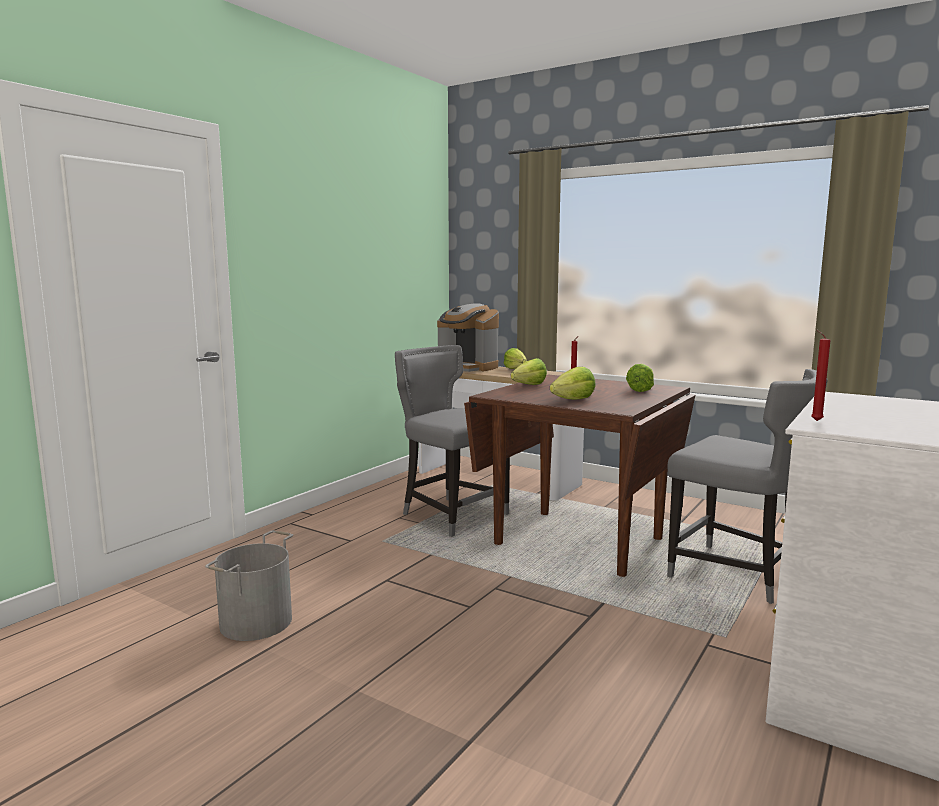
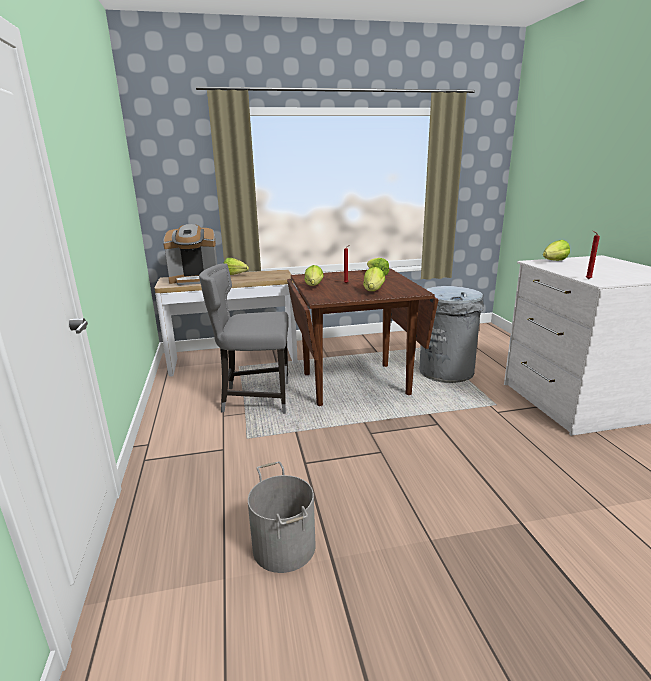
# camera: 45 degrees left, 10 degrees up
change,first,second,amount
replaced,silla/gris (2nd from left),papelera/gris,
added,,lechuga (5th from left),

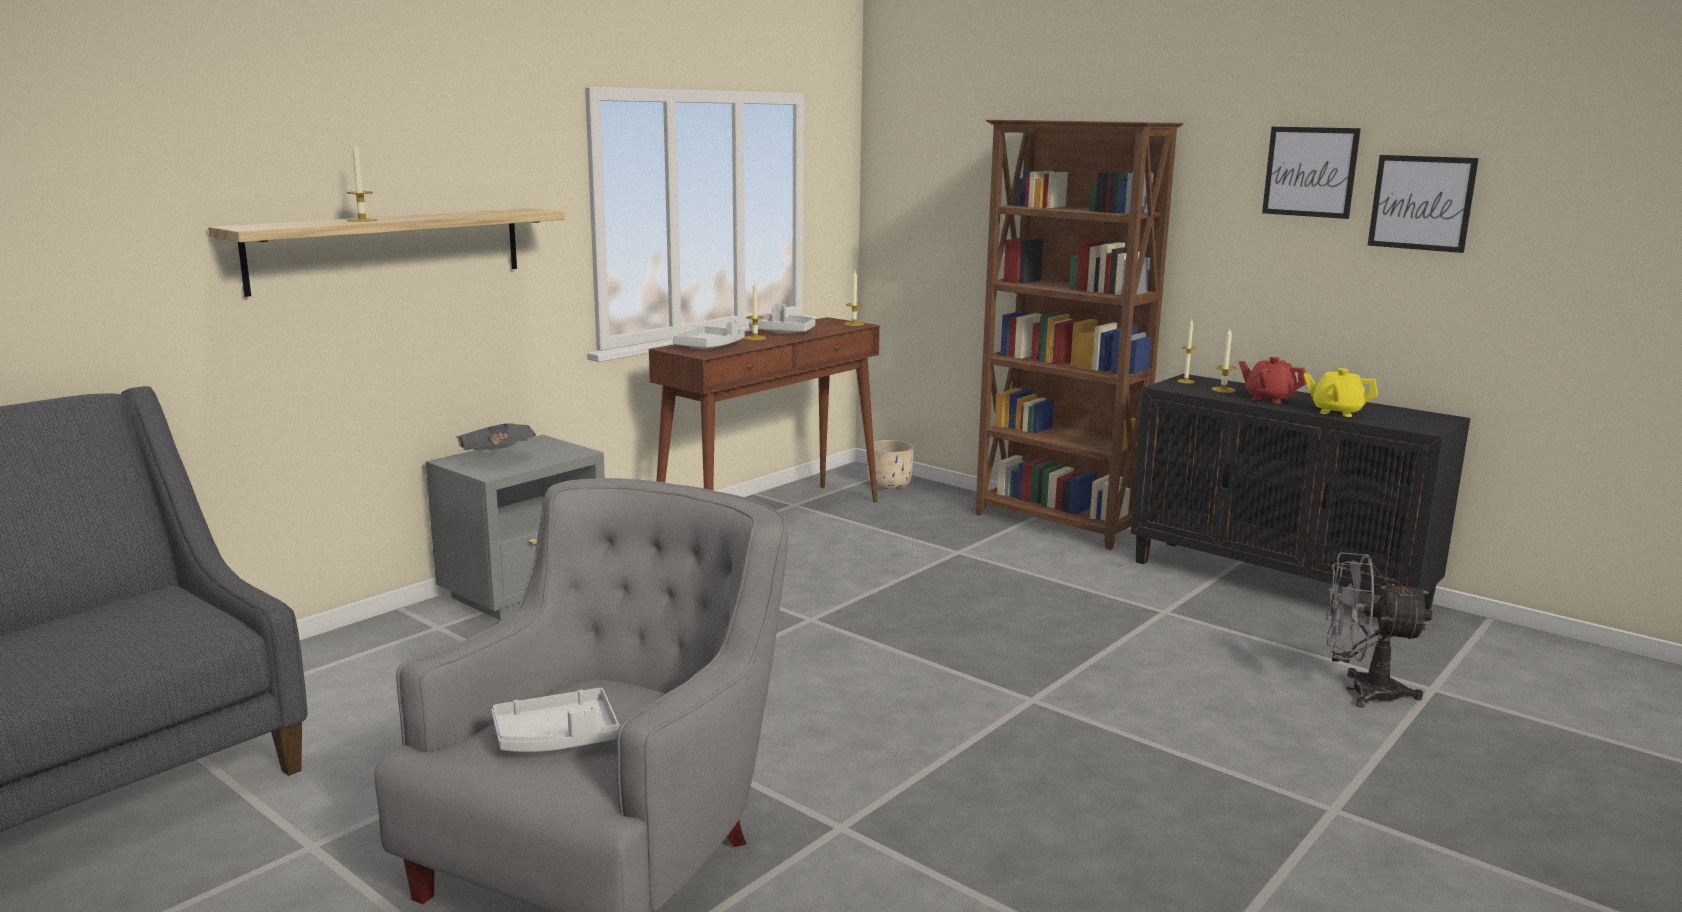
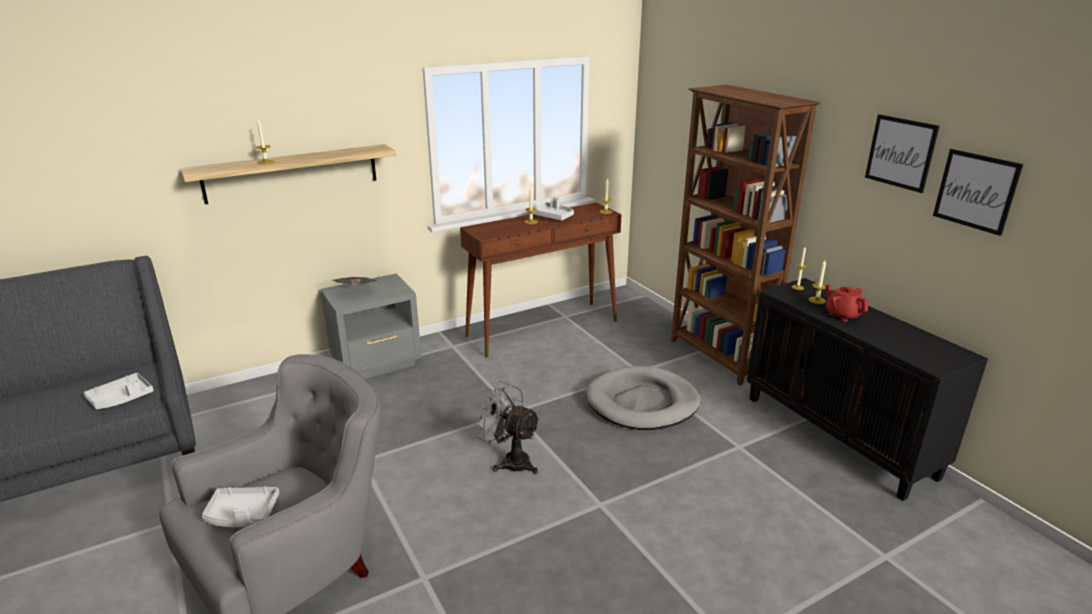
# camera: 20 degrees right, 10 degrees up
change,first,second,amount
moved,bandeja/gris (2nd from left in the first image),bandeja/gris (1st from left),
removed,maceta/beis,,
removed,tetera/amarillo,,
moved,ventilador/gris,,
added,,cama para perro/gris,

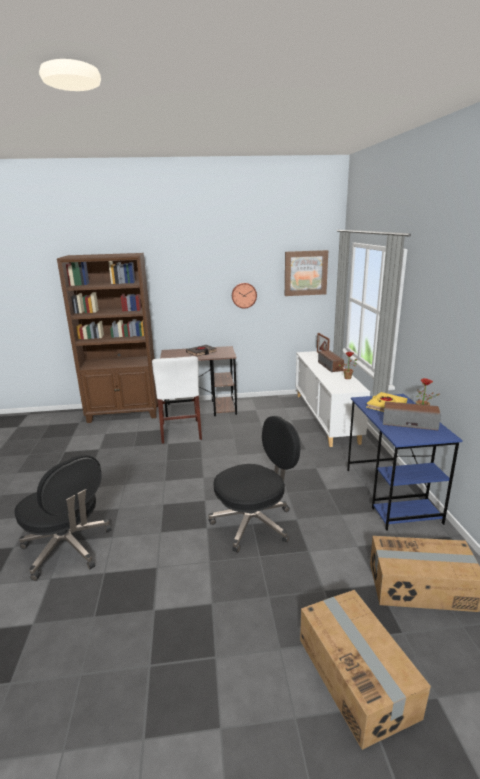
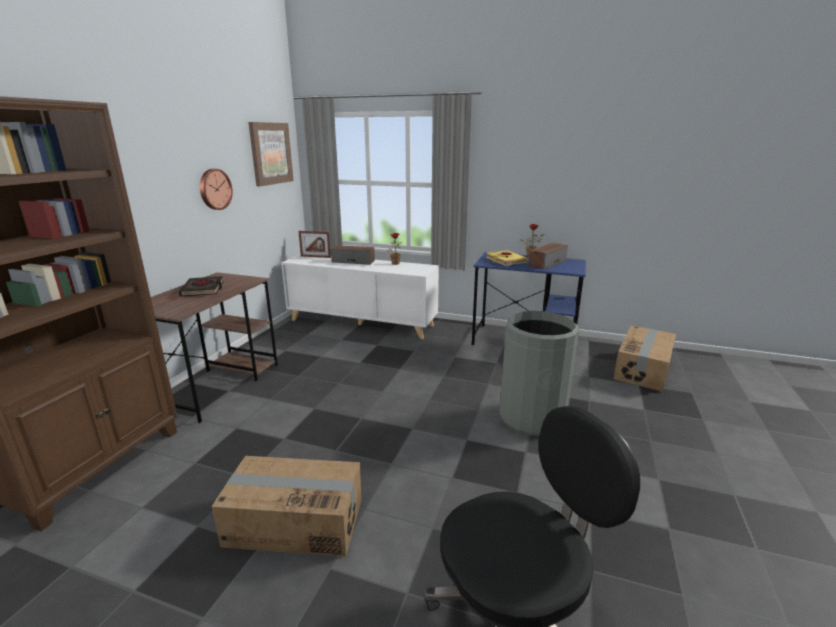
# camera: 65 degrees left, 0 degrees up
change,first,second,amount
removed,silla/blanco,,
replaced,silla de oficina/negro (2nd from left),papelera/gris,
moved,caja de cartón (1st from left),,

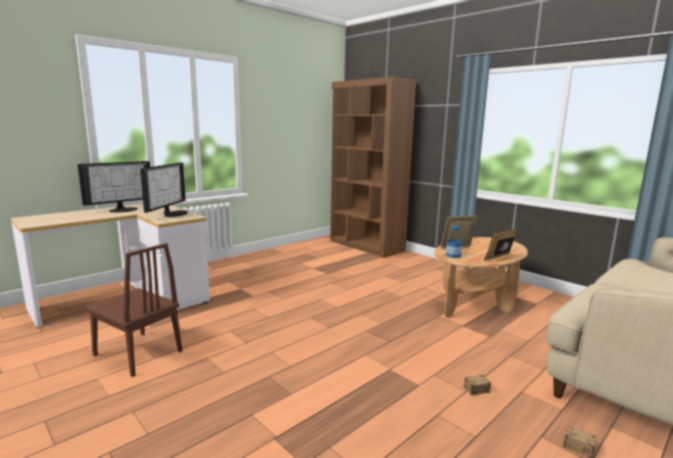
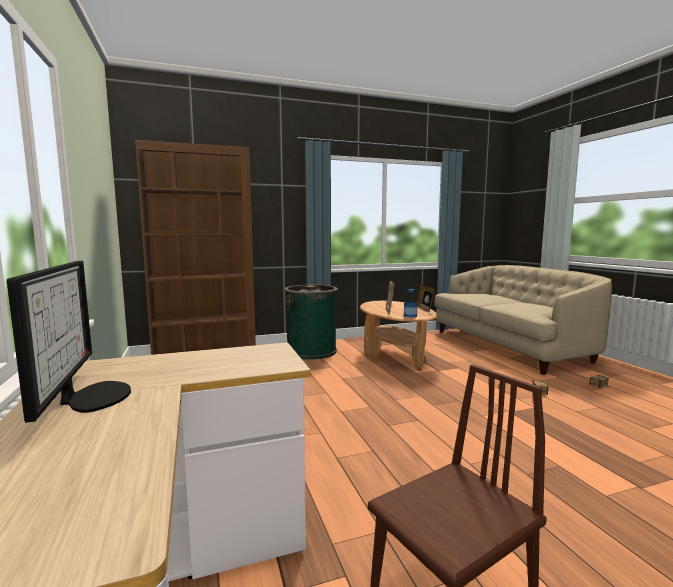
# camera: 65 degrees left, 5 degrees down
change,first,second,amount
removed,monitor (2nd from left),,
added,,papelera/verde,

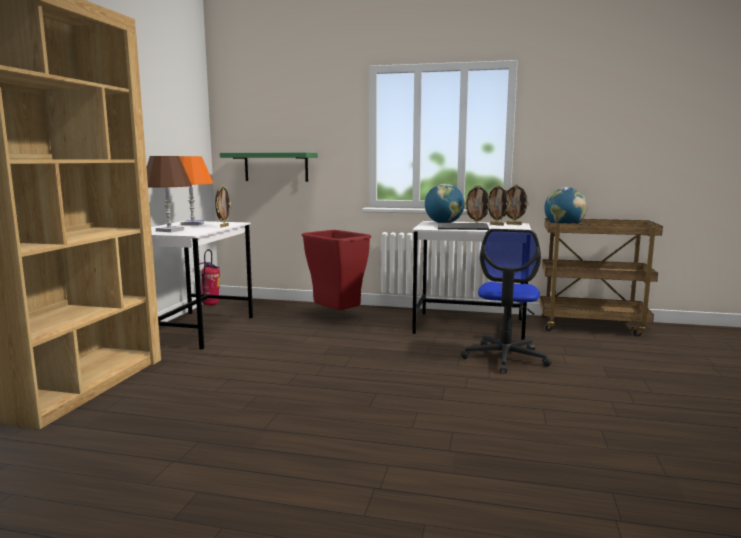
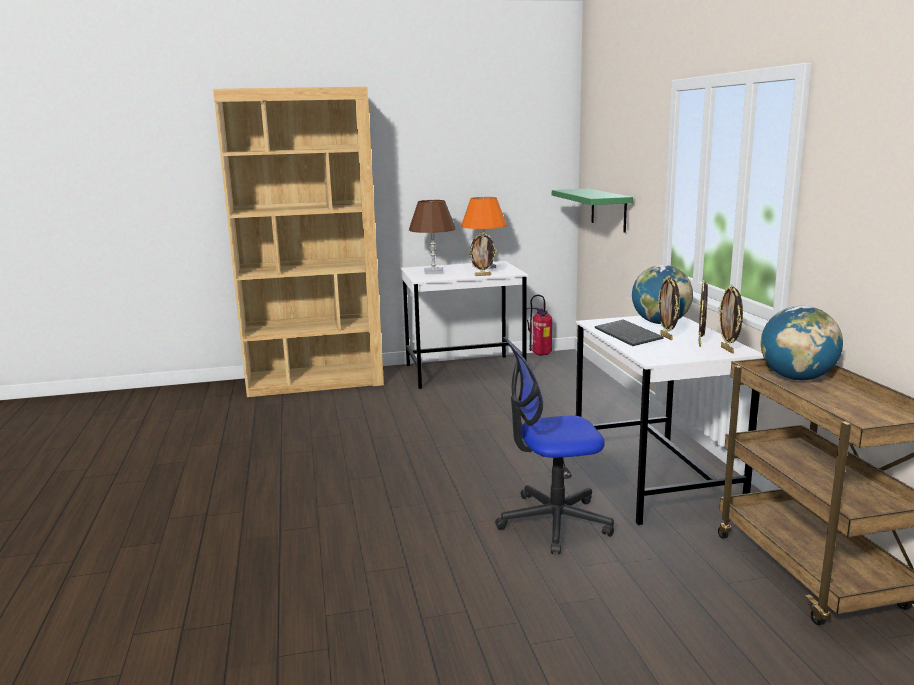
# camera: 65 degrees right, 5 degrees up
change,first,second,amount
removed,papelera/rojo,,

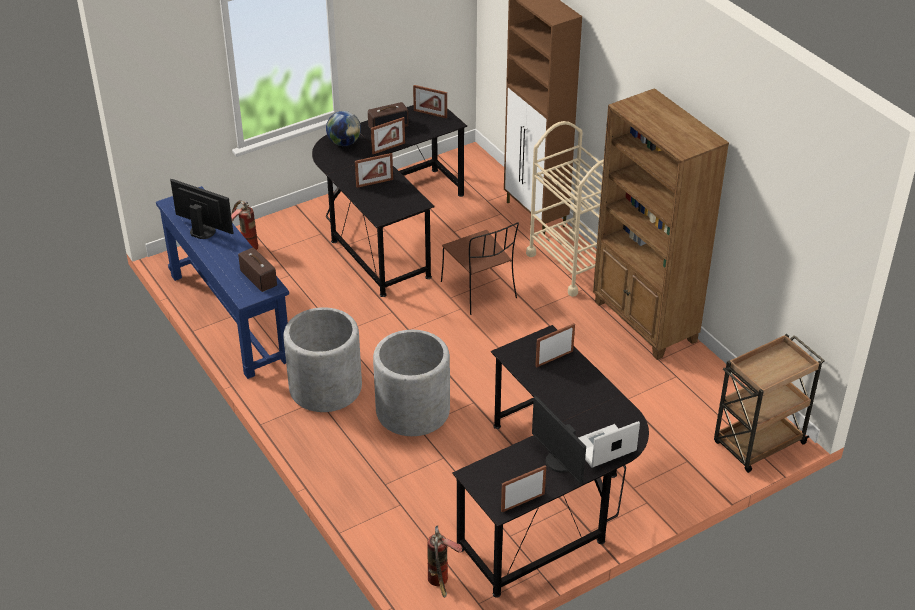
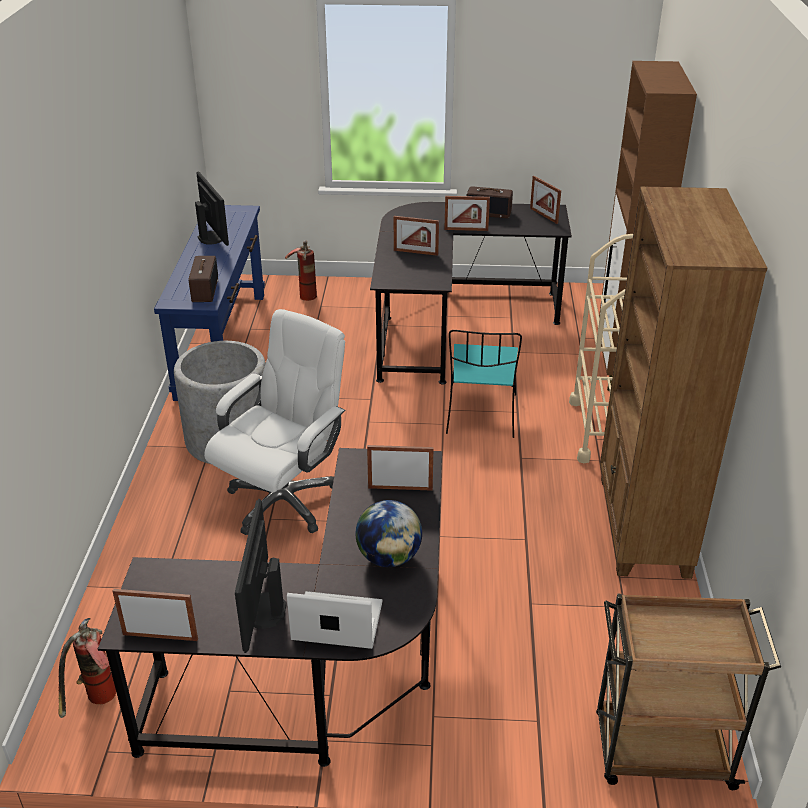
# camera: 35 degrees right, 5 degrees down
change,first,second,amount
moved,globo terráqueo,,
replaced,maceta/gris (2nd from left),silla de oficina/blanco,
recoloured,silla/marrón,silla/turquesa,

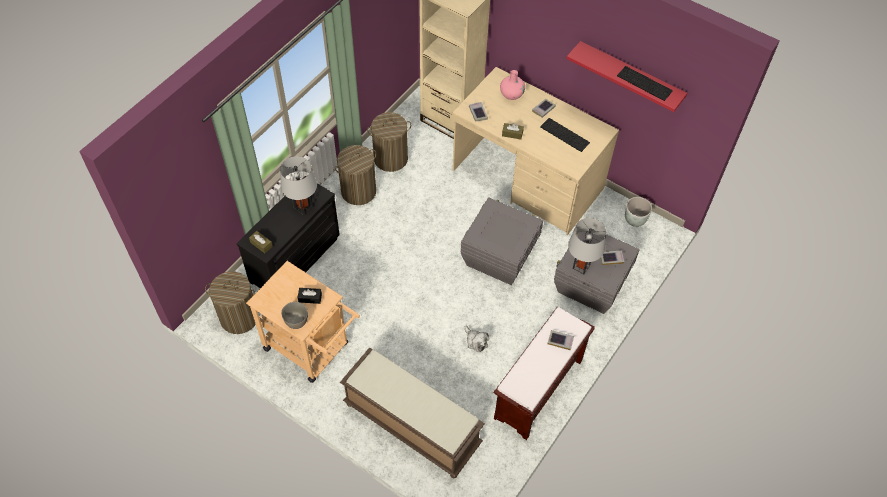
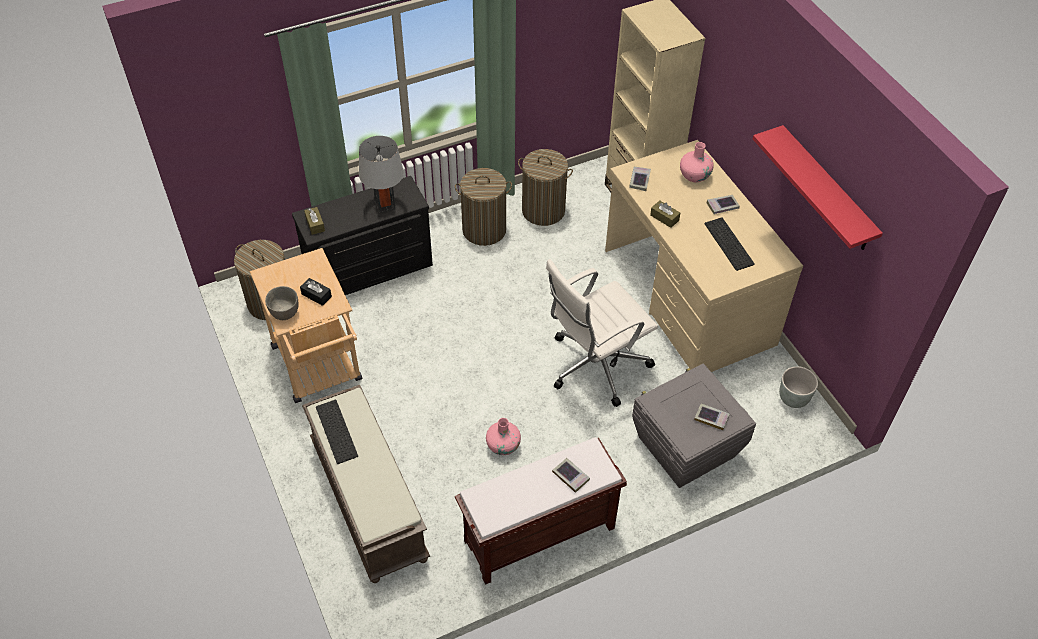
# camera: 30 degrees right, 5 degrees down
change,first,second,amount
replaced,caja de almacenaje/gris (1st from left),silla de oficina/blanco,
replaced,peluche,florero/rosa (1st from left),
removed,lámpara de mesa/gris (2nd from left),,
moved,teclado (2nd from left in the first image),teclado (1st from left),

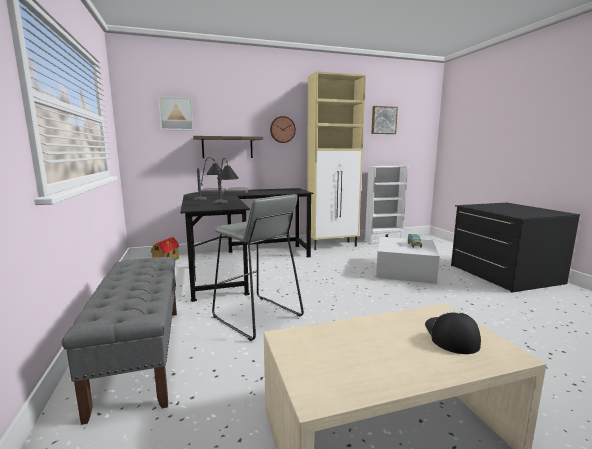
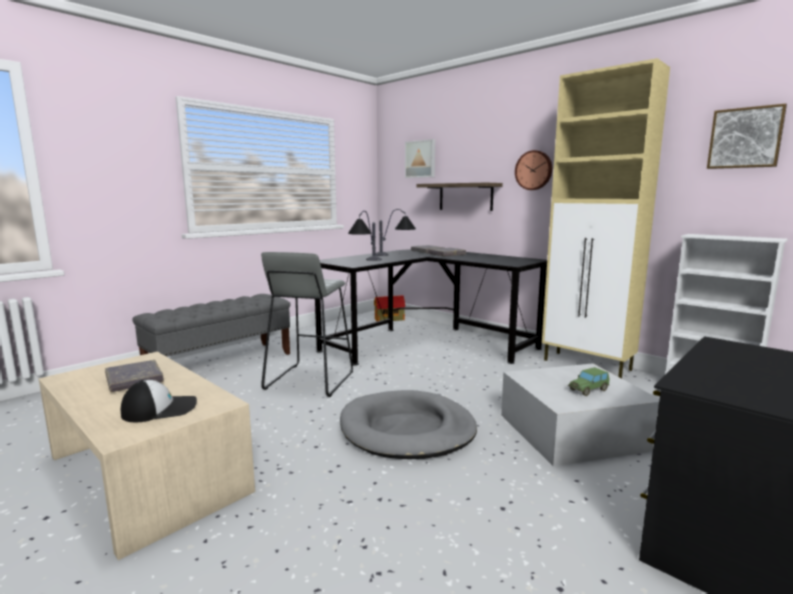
# camera: 60 degrees right, 0 degrees up
change,first,second,amount
added,,libro/gris (1st from left),
added,,cama para perro/gris,

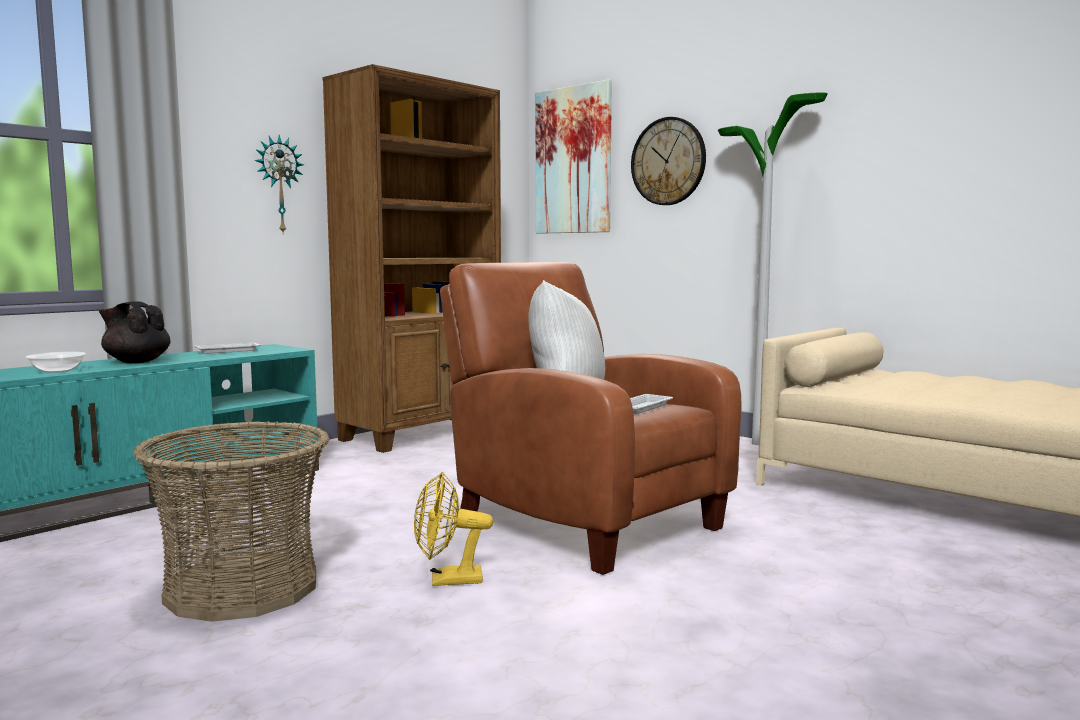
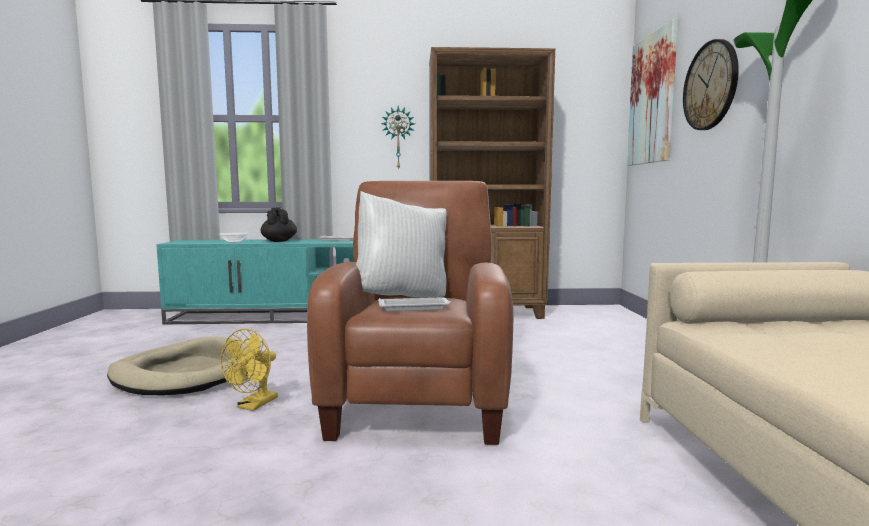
# camera: 45 degrees right, 0 degrees up
change,first,second,amount
replaced,cesta,cama para perro/beis,
turned,ventilador/amarillo,,105 degrees counterclockwise

